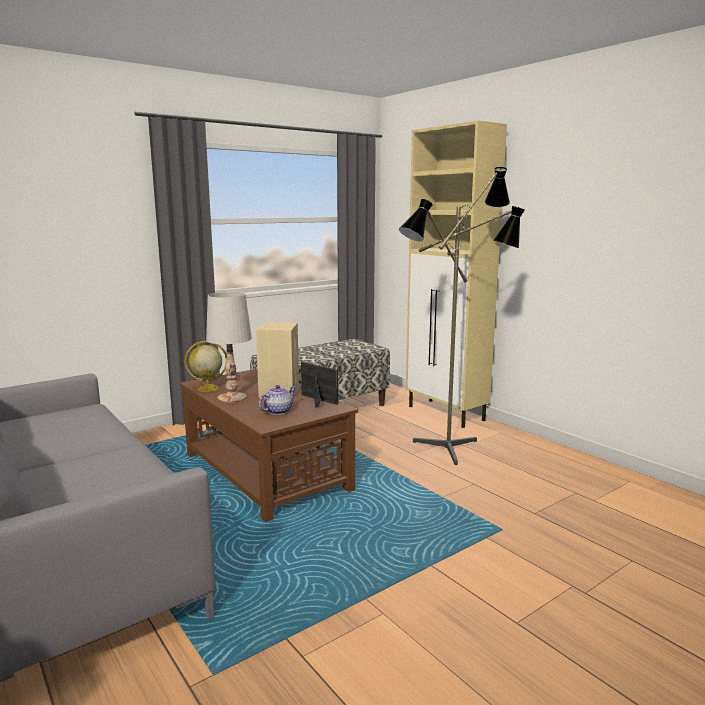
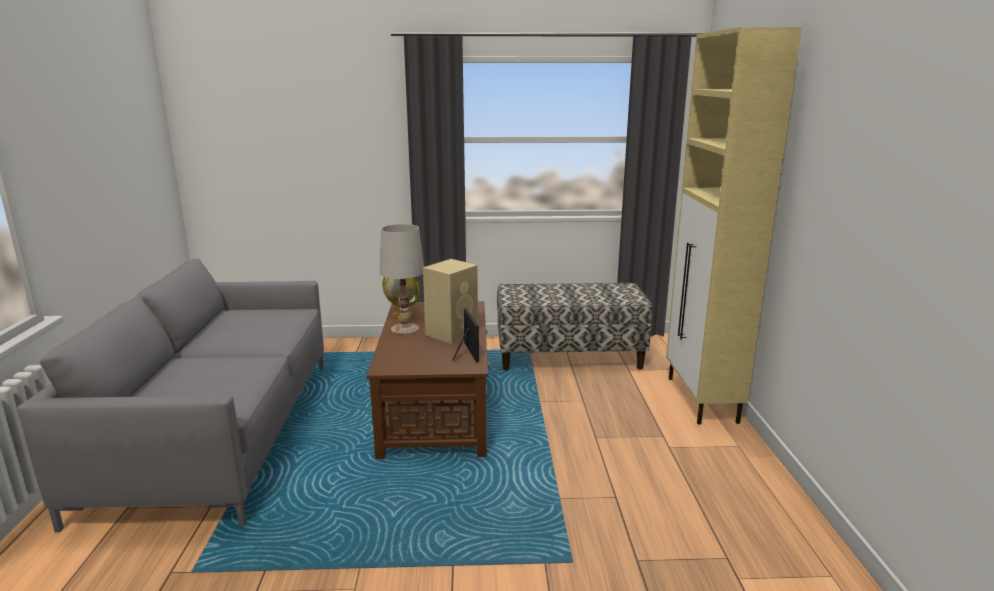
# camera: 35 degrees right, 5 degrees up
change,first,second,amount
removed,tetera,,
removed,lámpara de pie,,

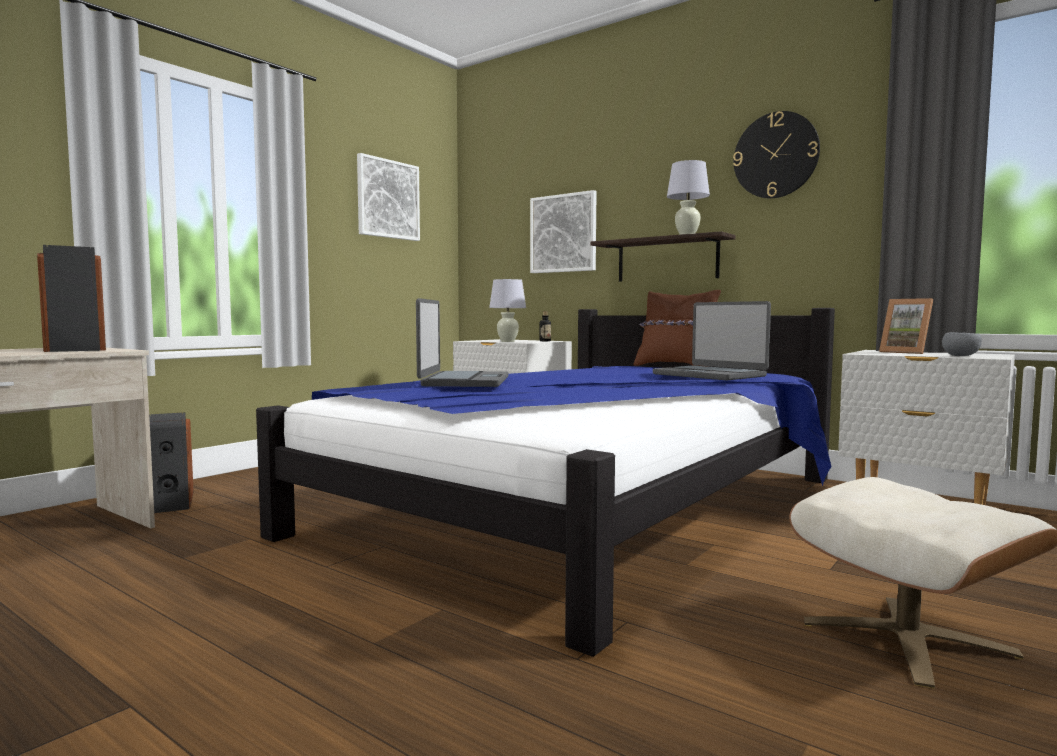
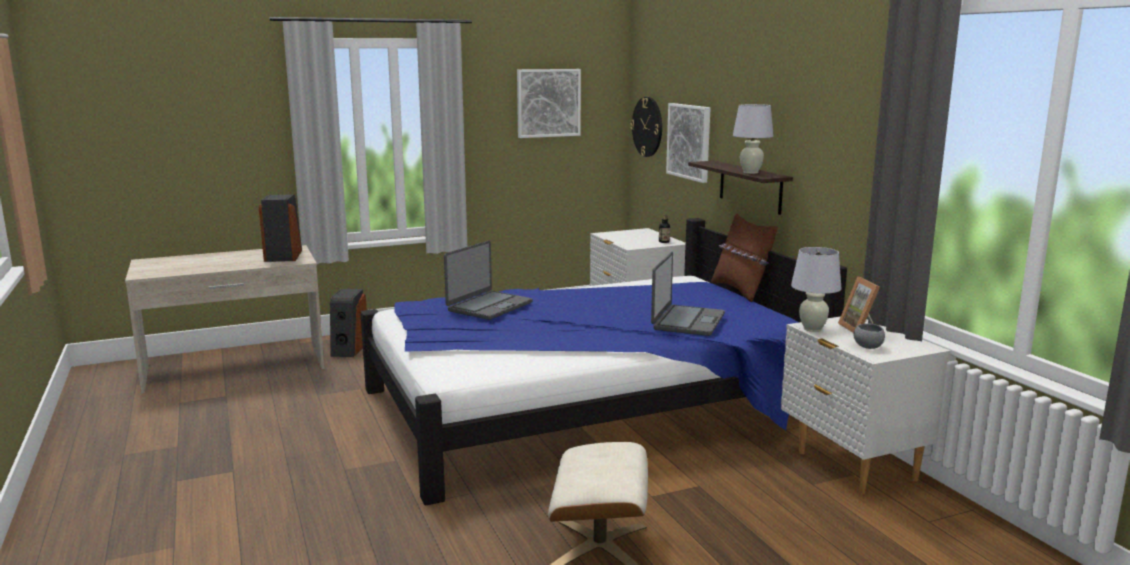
# camera: 30 degrees right, 10 degrees up
change,first,second,amount
moved,lámpara de mesa/blanco (1st from left in the first image),lámpara de mesa/blanco (2nd from left),
turned,portátil (2nd from left),,150 degrees counterclockwise
moved,reloj de pared,,

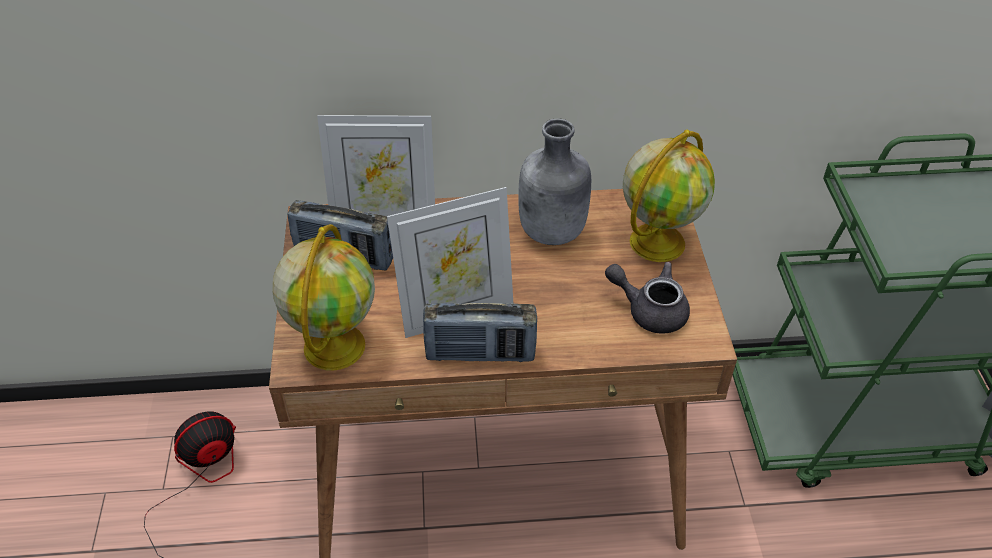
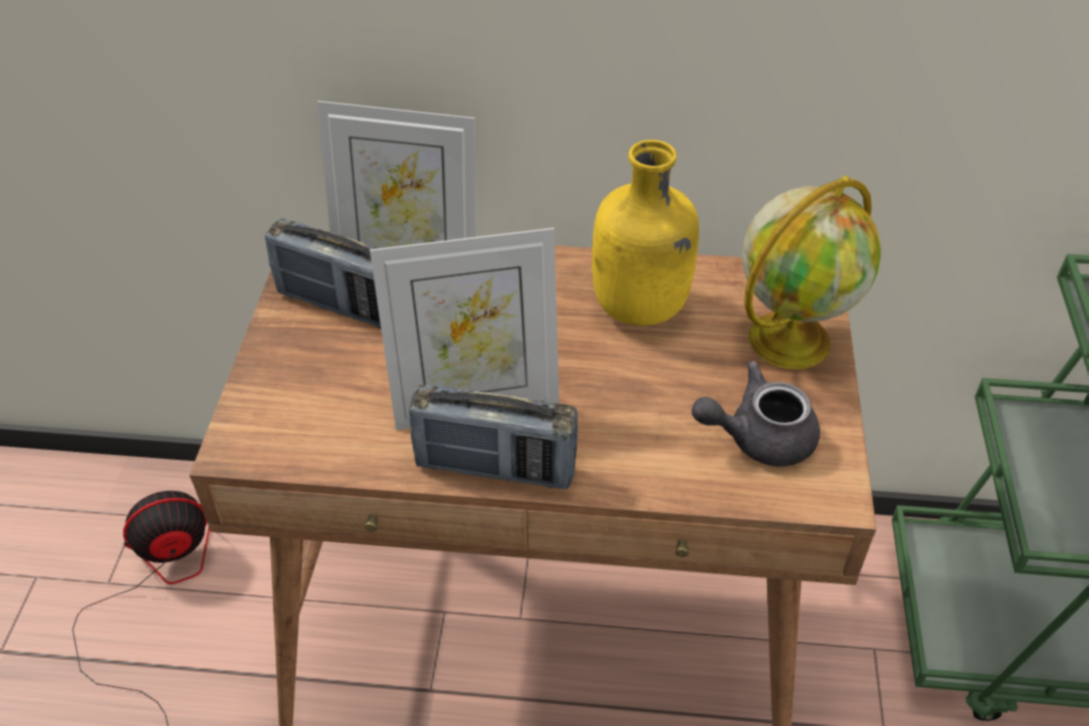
# camera: 10 degrees right, 0 degrees up
change,first,second,amount
removed,globo terráqueo (1st from left),,
recoloured,botella/gris,botella/amarillo,
turned,tetera/gris,,45 degrees counterclockwise

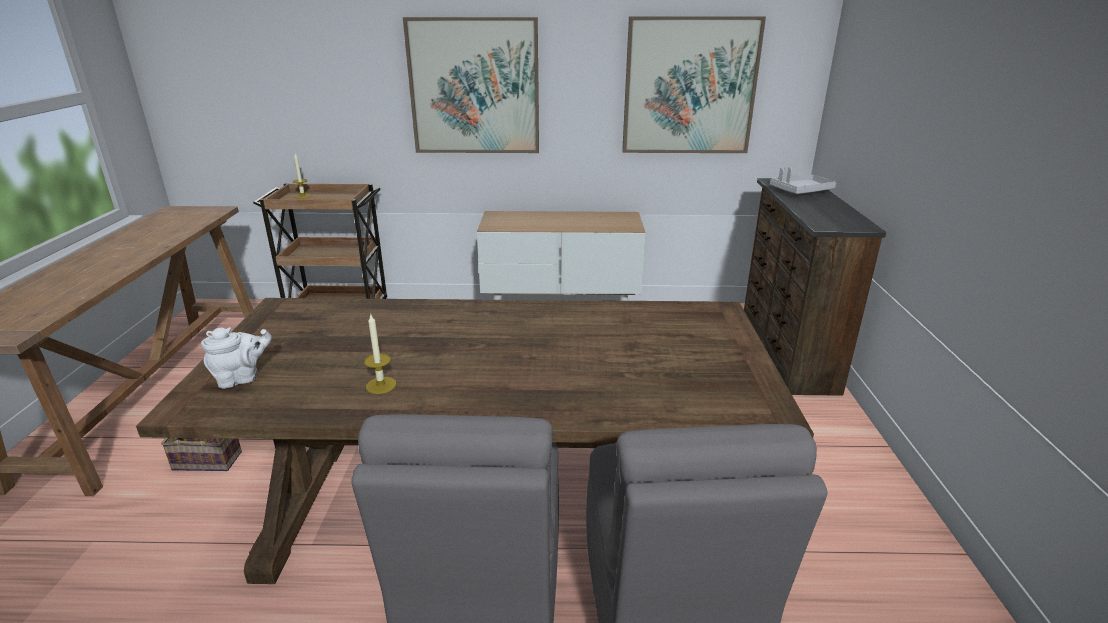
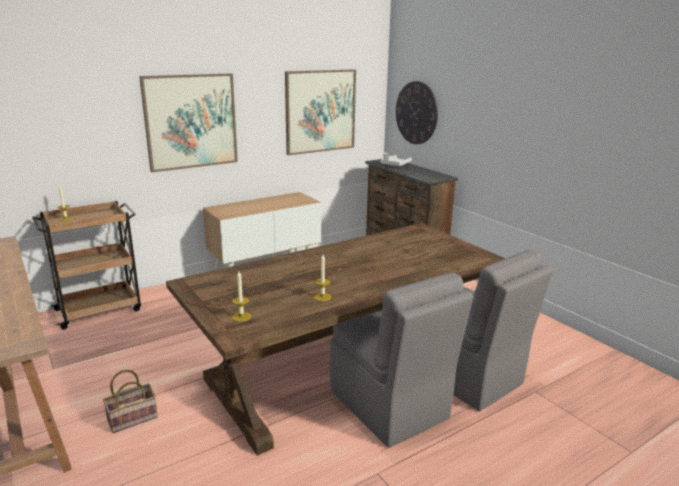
# camera: 35 degrees left, 5 degrees down
change,first,second,amount
replaced,tetera/blanco,vela (2nd from left),
added,,reloj de pared,

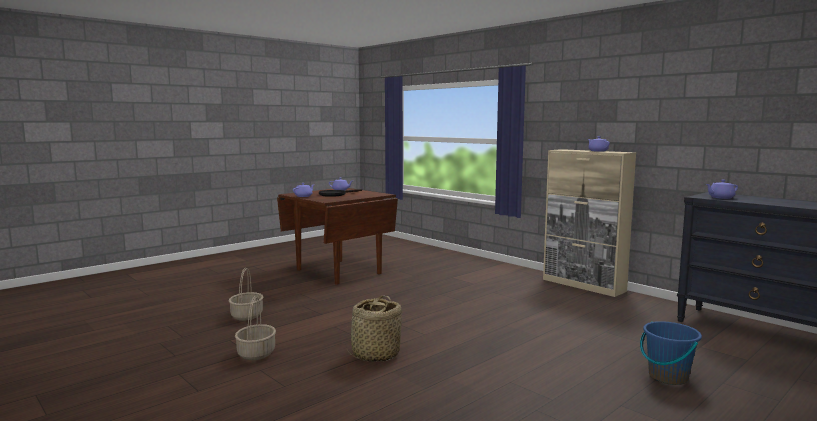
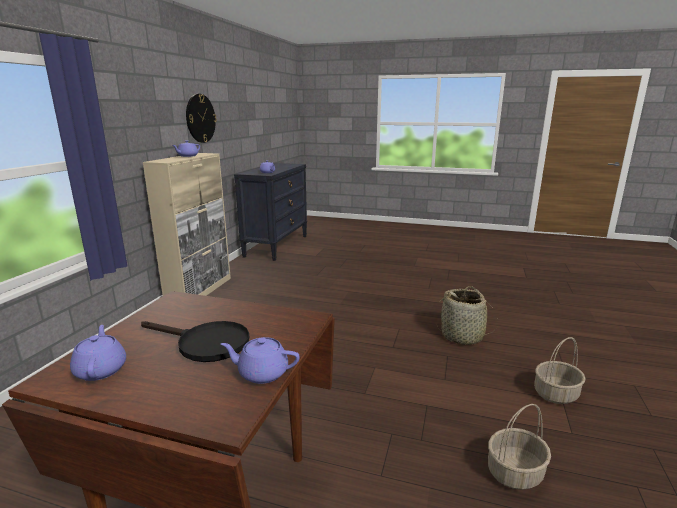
# camera: 120 degrees left, 10 degrees up
change,first,second,amount
removed,cubo/azul,,
added,,reloj de pared,

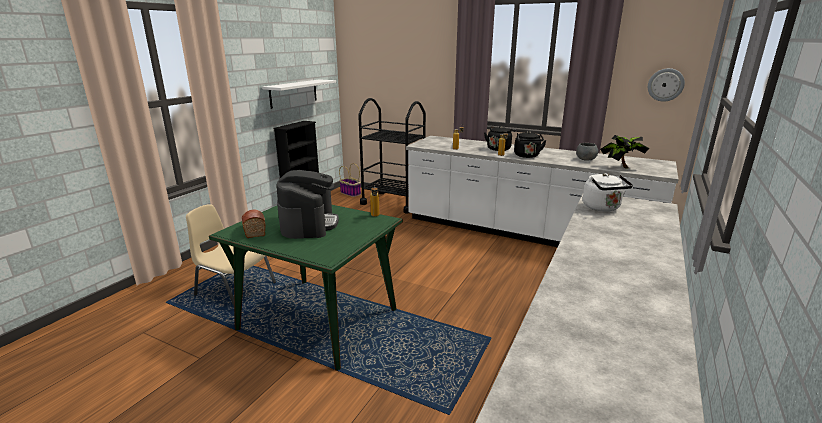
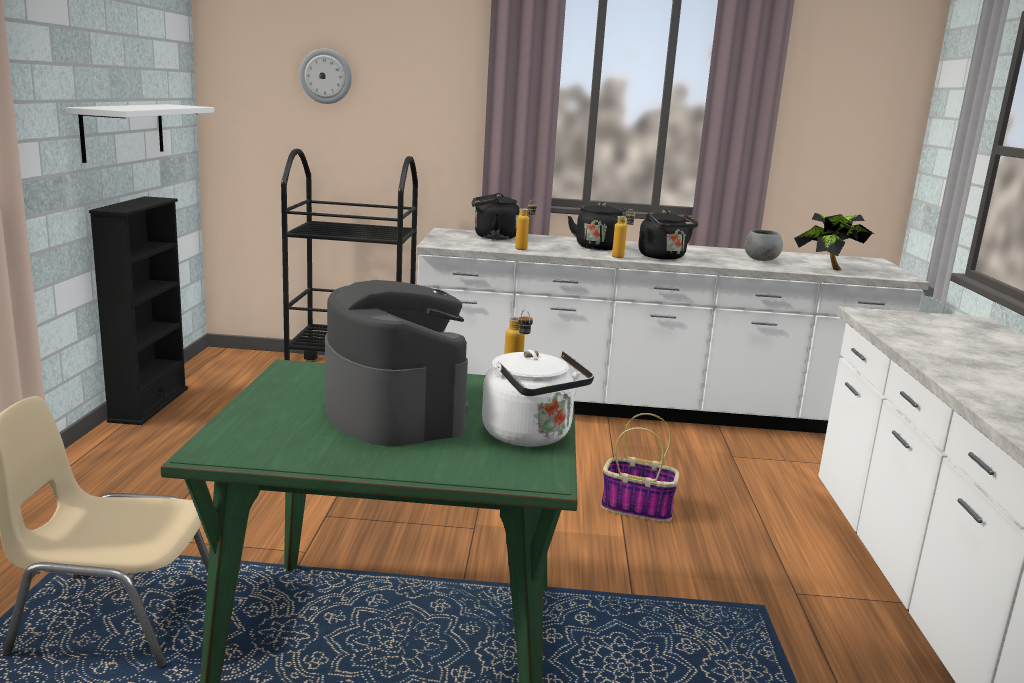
# camera: 25 degrees left, 5 degrees down
change,first,second,amount
removed,pan,,
moved,cesta,,
moved,hervidor/blanco,,
moved,reloj de pared,,
added,,hervidor/negro (1st from left),

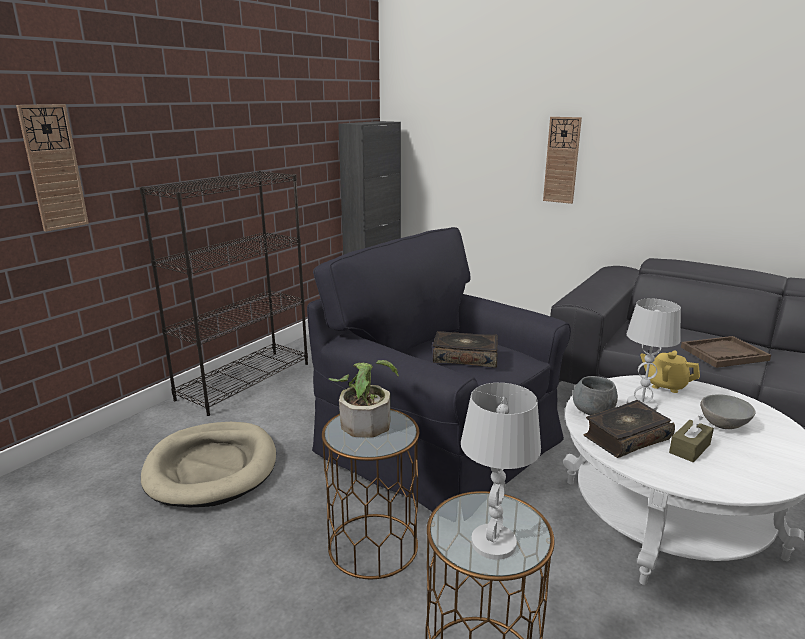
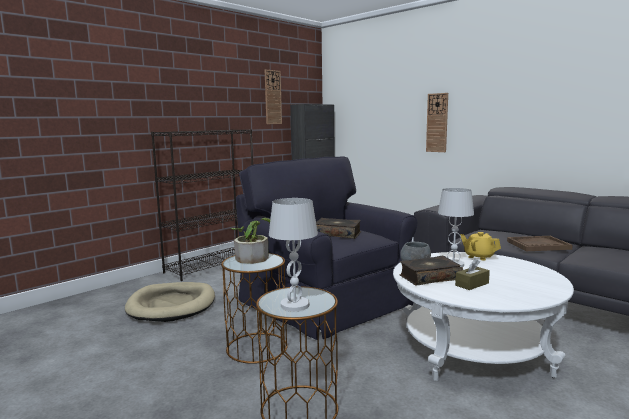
# camera: 10 degrees right, 10 degrees down
change,first,second,amount
moved,reloj de pared (1st from left),,
removed,cuenco/gris (2nd from left),,

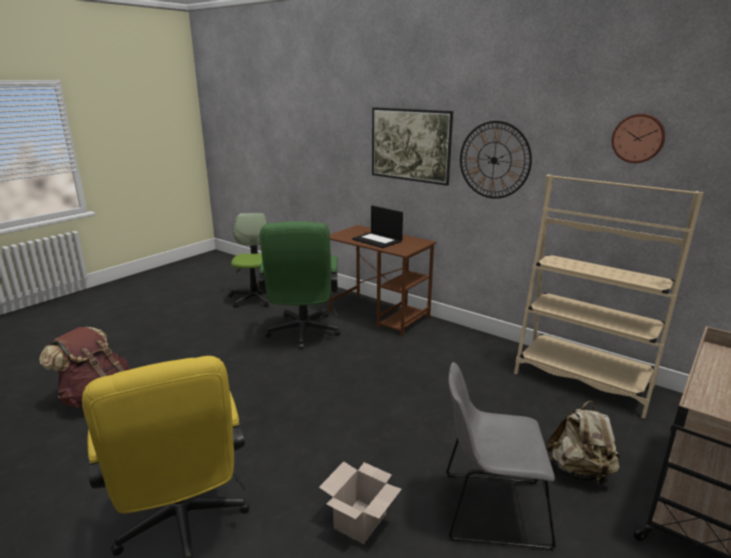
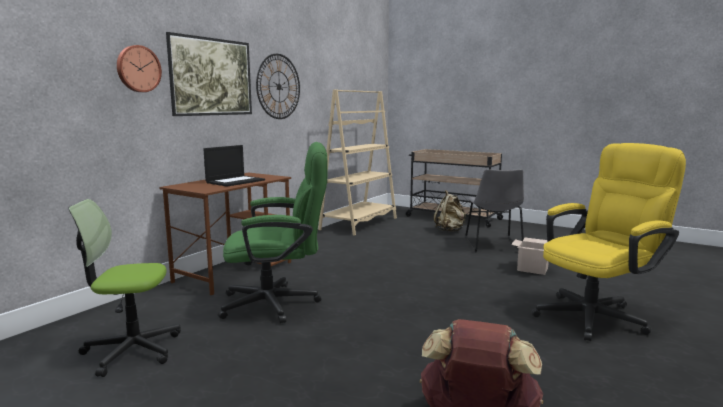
# camera: 95 degrees left, 10 degrees down
change,first,second,amount
moved,reloj de pared (2nd from left in the first image),reloj de pared (1st from left),

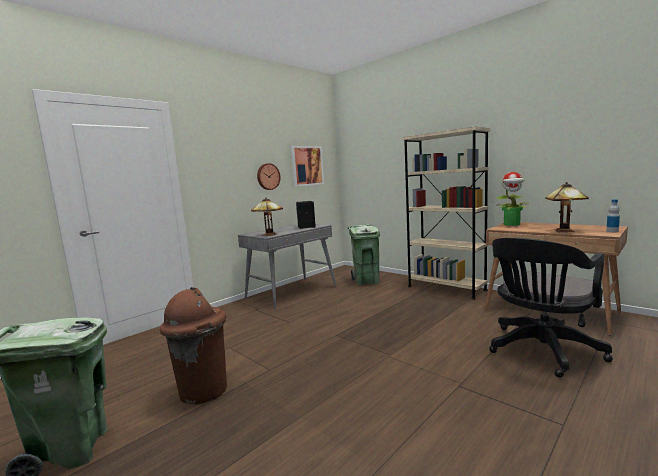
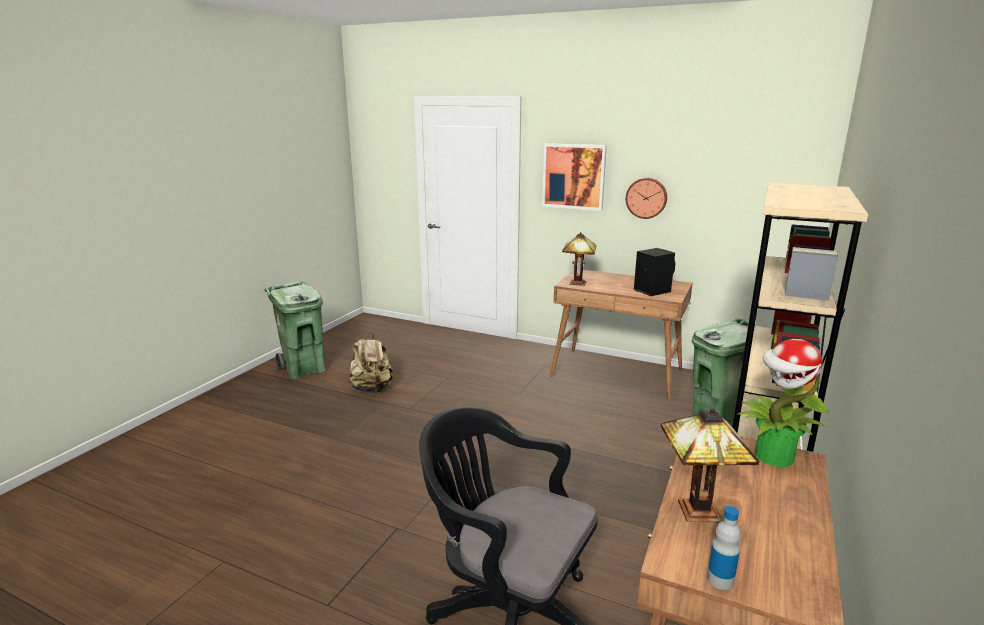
# camera: 70 degrees right, 10 degrees up
change,first,second,amount
replaced,papelera/marrón,mochila/beis,
recoloured,escritorio/gris,escritorio/marrón (1st from left),
moved,cuadro,,

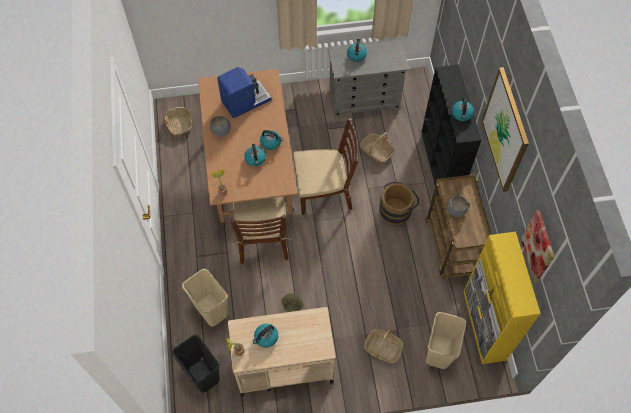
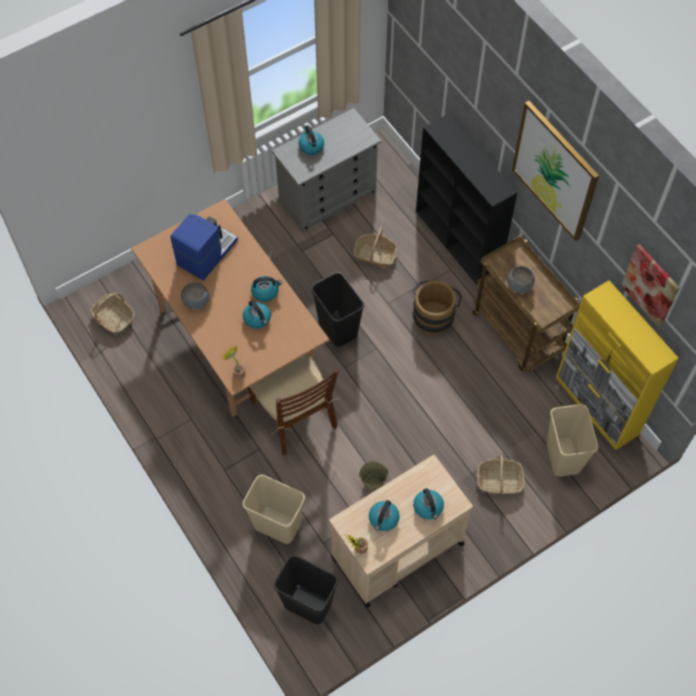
# camera: 25 degrees left, 0 degrees up
change,first,second,amount
replaced,silla/marrón (2nd from left),papelera/negro (2nd from left),
moved,hervidor (5th from left),,

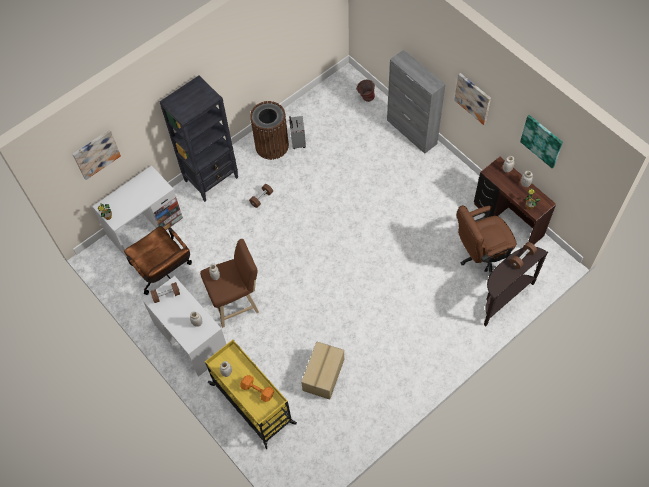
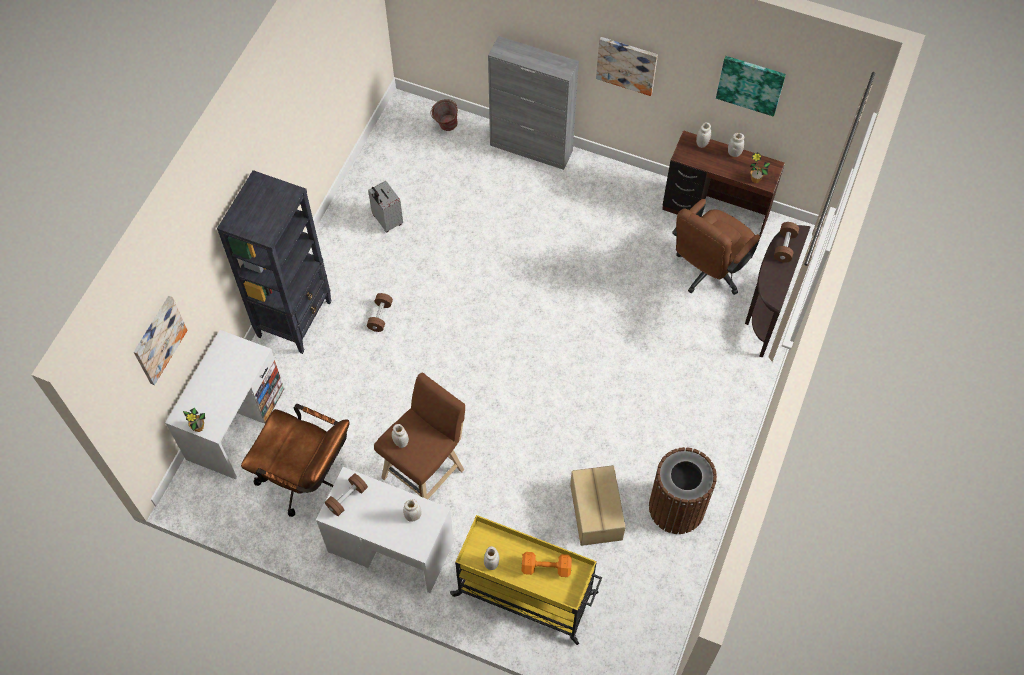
# camera: 30 degrees left, 0 degrees up
change,first,second,amount
moved,papelera/marrón,,

